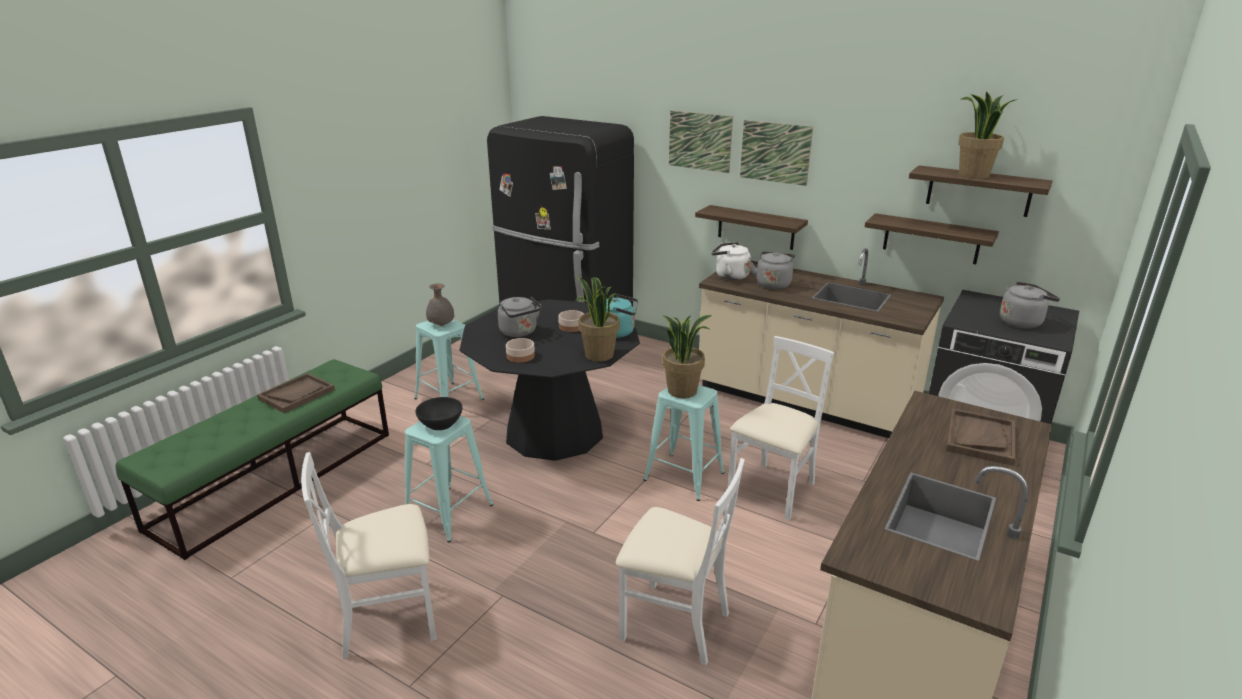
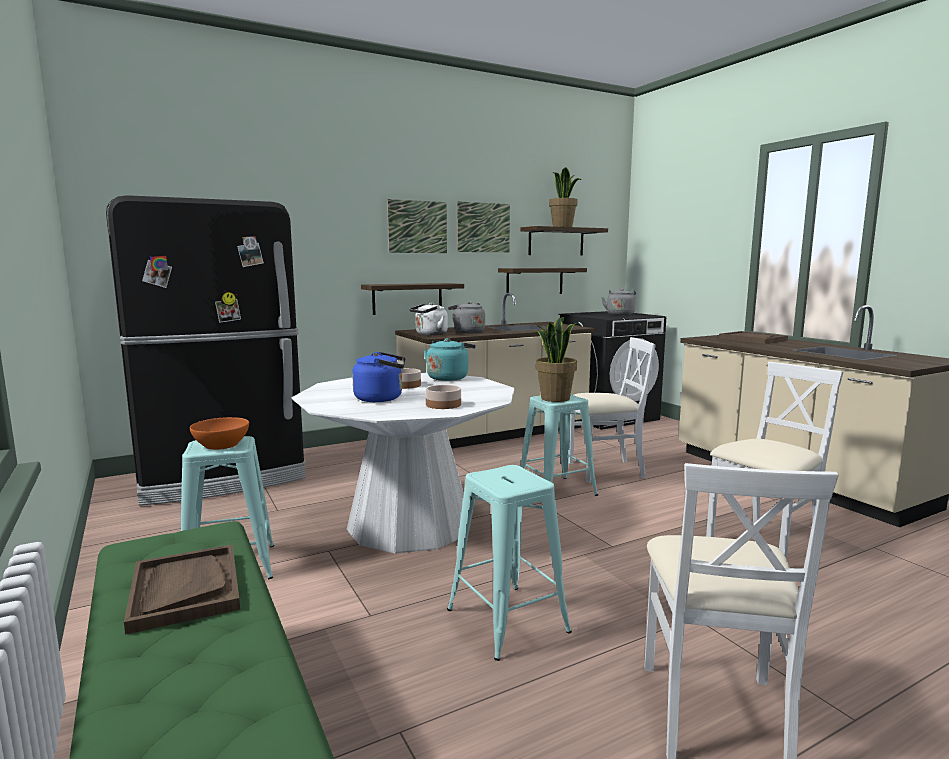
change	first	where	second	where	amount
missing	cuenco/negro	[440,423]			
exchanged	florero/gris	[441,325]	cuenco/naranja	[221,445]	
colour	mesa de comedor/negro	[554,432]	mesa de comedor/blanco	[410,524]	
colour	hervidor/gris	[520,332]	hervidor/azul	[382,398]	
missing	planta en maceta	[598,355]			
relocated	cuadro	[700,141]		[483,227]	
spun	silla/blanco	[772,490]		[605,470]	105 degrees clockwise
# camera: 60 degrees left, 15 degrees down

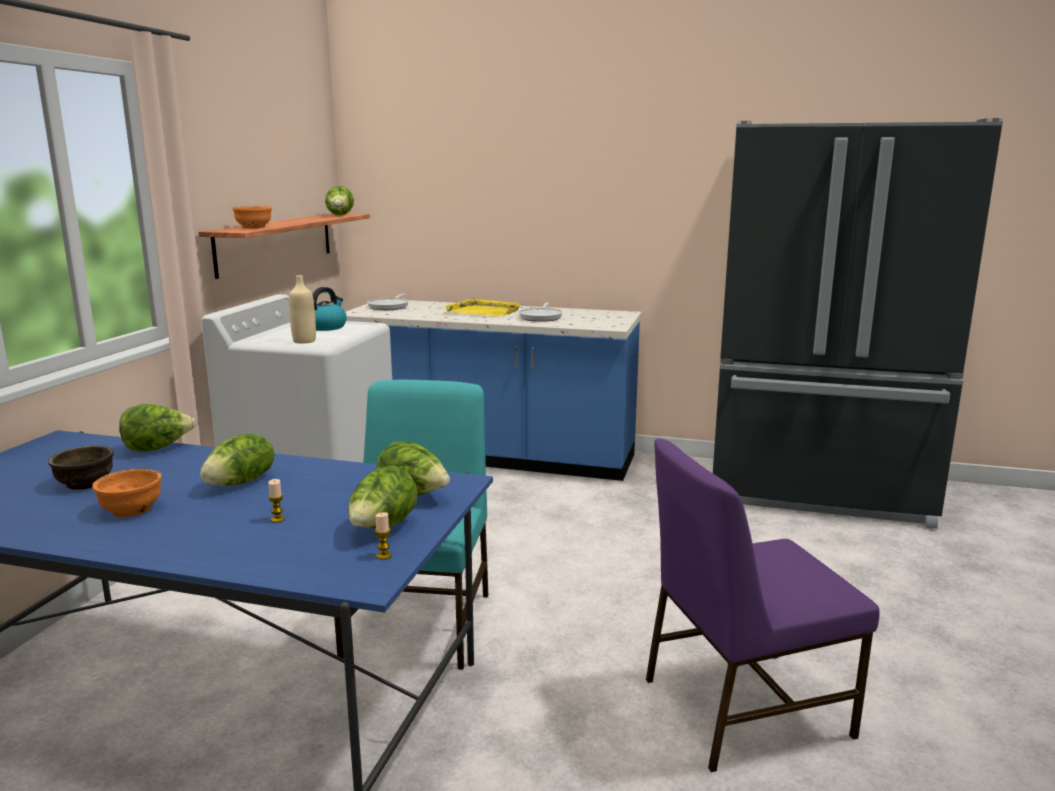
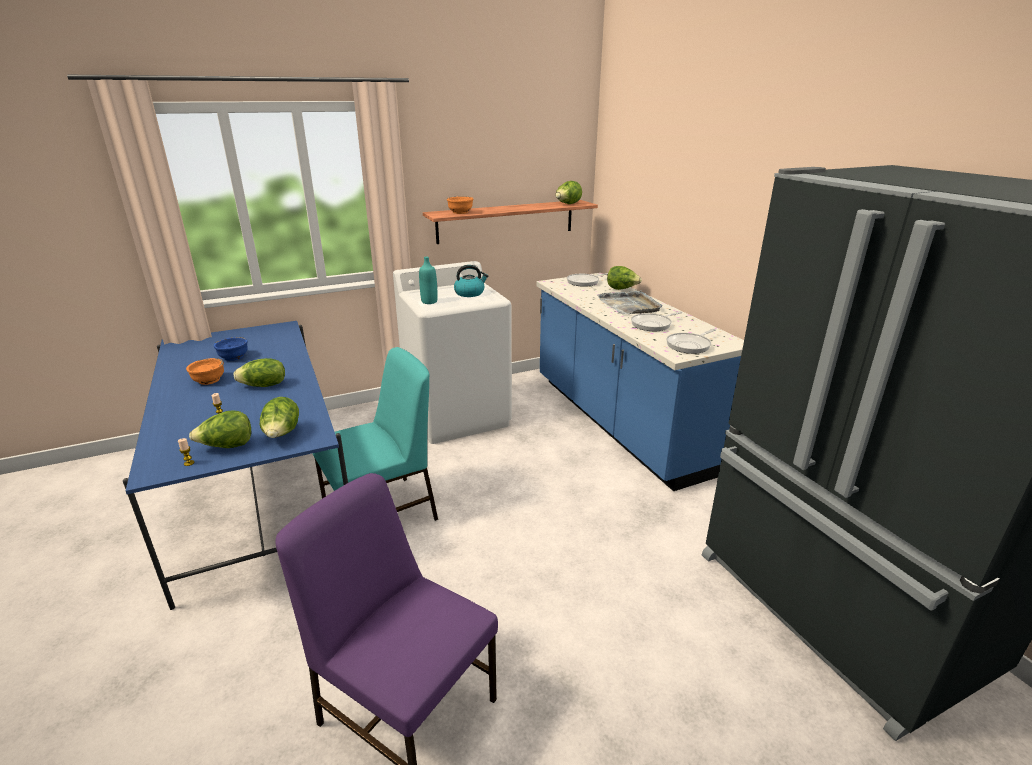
change	first	where	second	where	amount
colour	cuenco/marrón	[86,483]	cuenco/azul	[234,357]	
relocated	lechuga	[157,448]		[622,289]	
colour	botella/beis	[304,341]	botella/turquesa	[429,302]	
colour	bandeja/amarillo	[483,311]	bandeja/gris	[629,305]	
appeared			sartén	[690,345]	
# camera: 50 degrees right, 10 degrees up

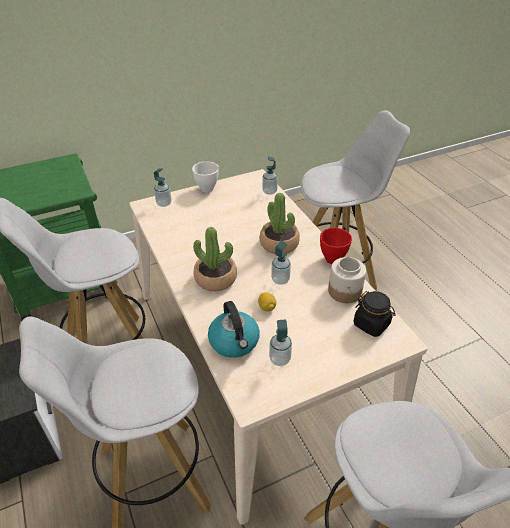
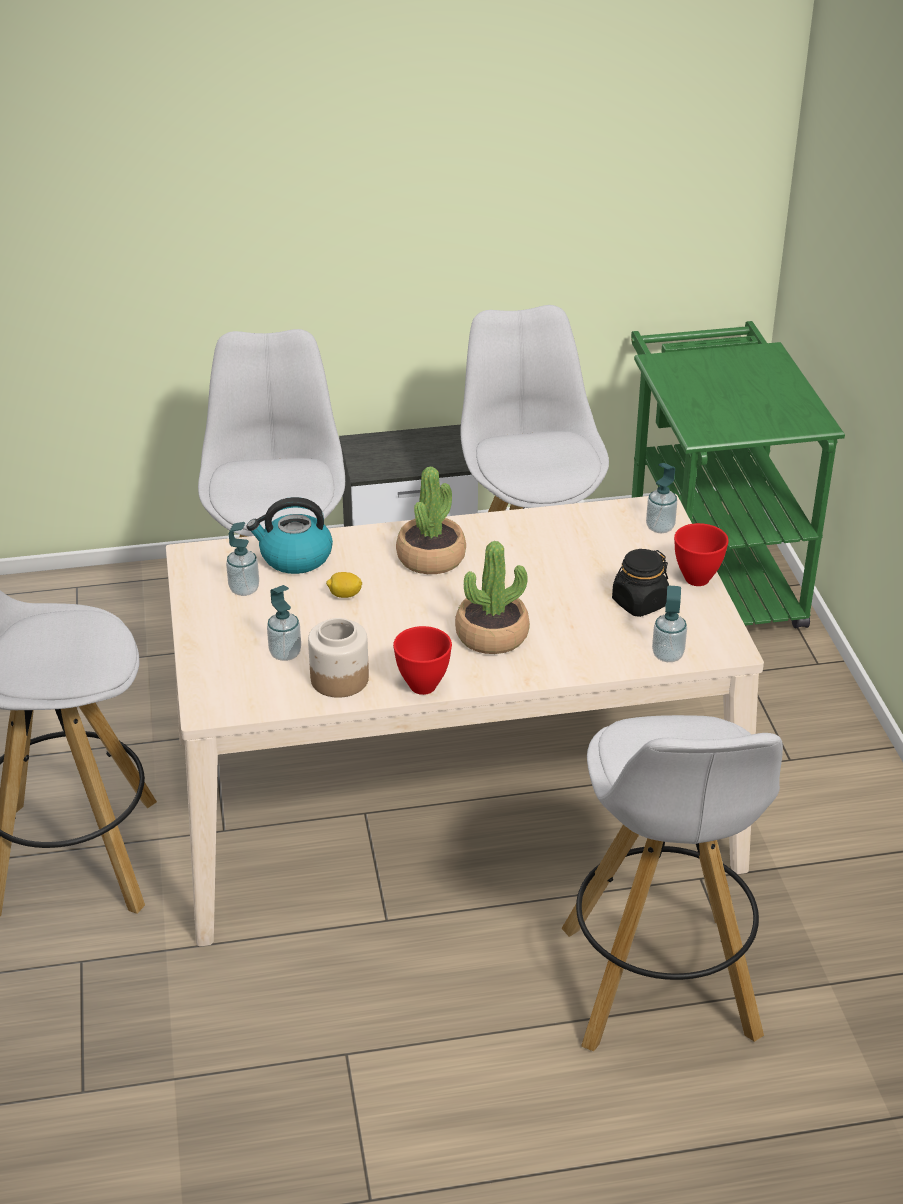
change	first	where	second	where	amount
colour	cuenco/blanco	[207,189]	cuenco/rojo	[697,580]	
relocated	dispensador de jabón	[280,280]		[285,653]	
relocated	tarro/negro	[371,324]		[639,603]	
# camera: 105 degrees right, 5 degrees down

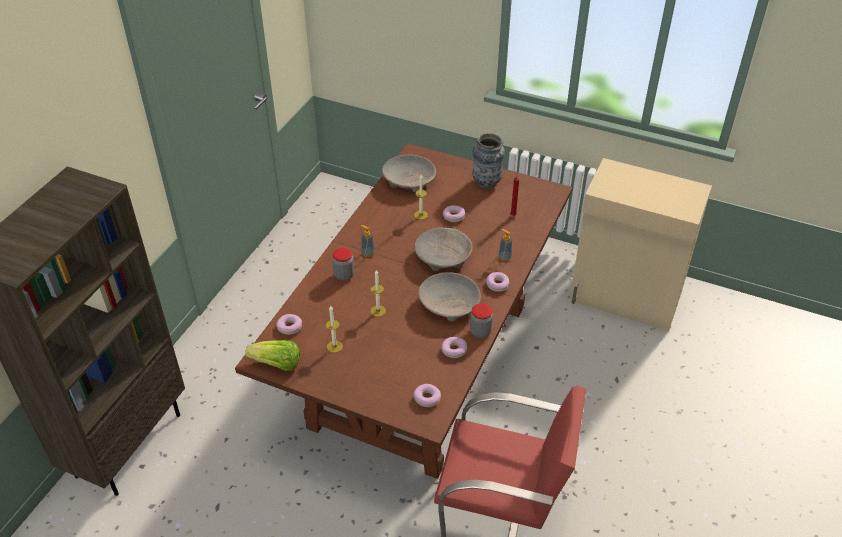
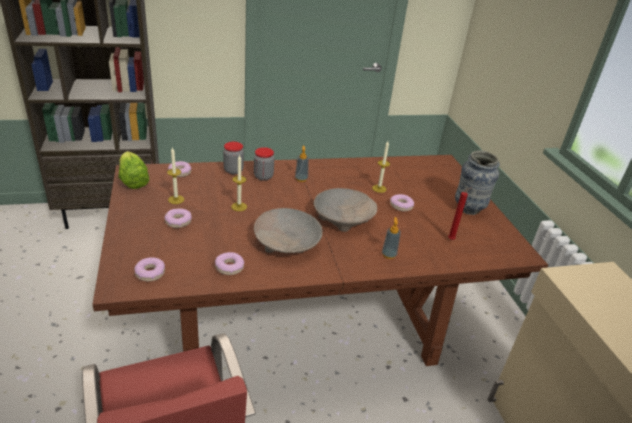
change	first	where	second	where	amount
missing	cuenco/beis	[408,180]			
relocated	tarro	[480,331]		[233,170]	
relocated	rosquilla	[497,284]		[178,221]	
# camera: 50 degrees right, 10 degrees down

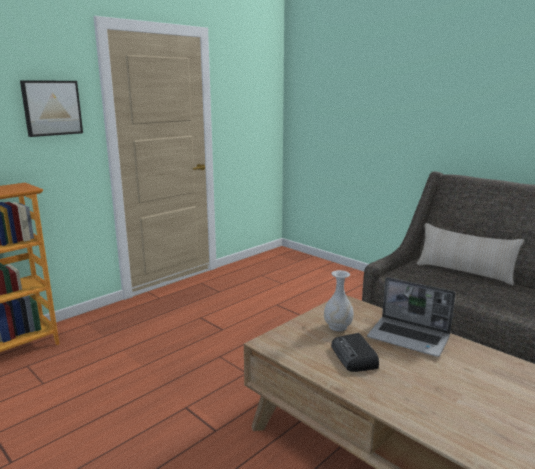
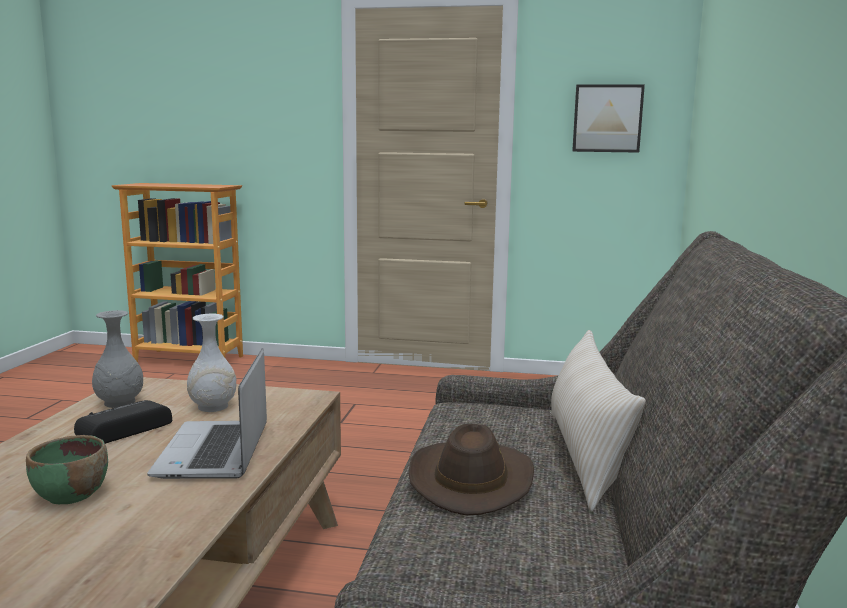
change	first	where	second	where	amount
relocated	cuadro	[51,108]		[607,118]	
appeared			cuenco/verde	[71,495]	
appeared			florero/gris	[119,403]	
appeared			sombrero/marrón	[470,479]	
# camera: 55 degrees right, 5 degrees down

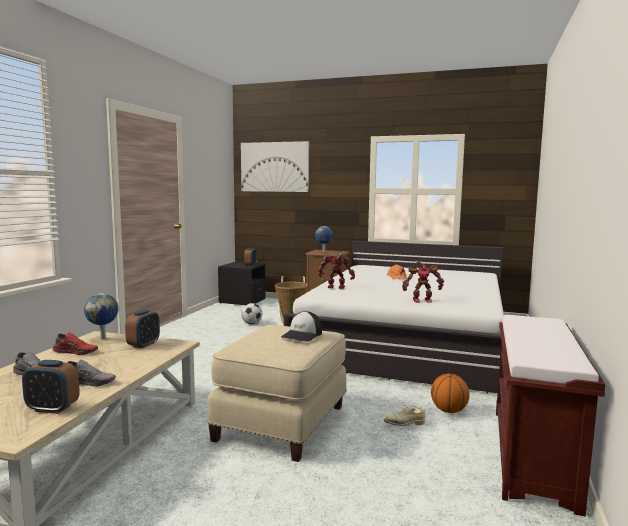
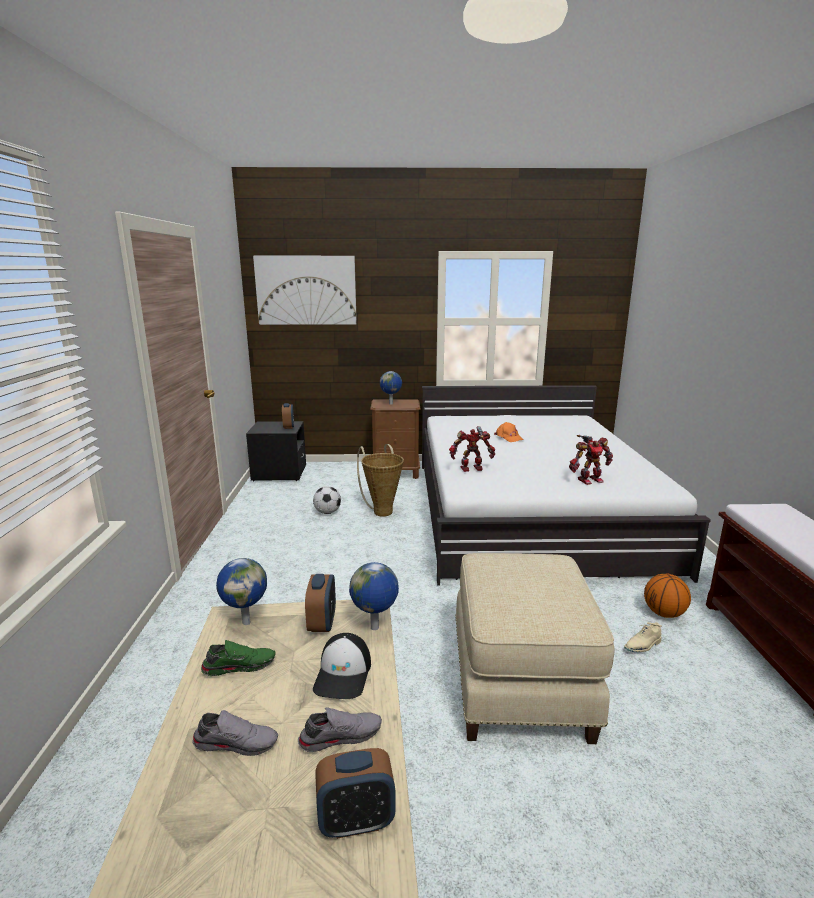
change	first	where	second	where	amount
colour	zapato/rojo	[76,352]	zapato/verde	[239,665]	
relocated	gorra	[302,335]		[343,674]	
appeared			globo terráqueo	[375,628]	
# camera: 20 degrees left, 10 degrees up

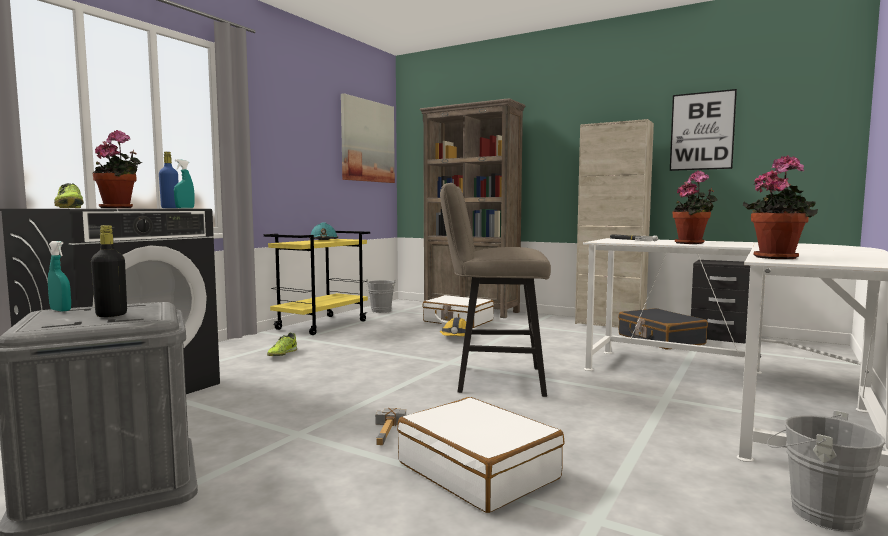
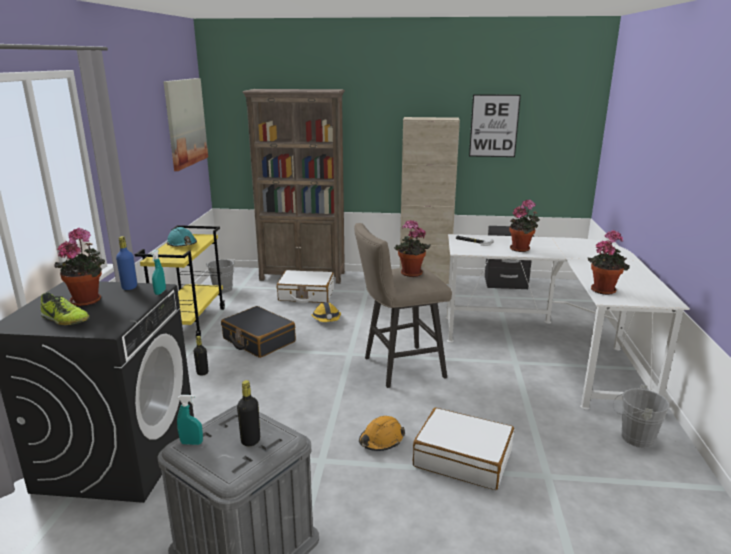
change	first	where	second	where	amount
exchanged	zapato	[282,354]	botella/negro	[202,373]	
exchanged	martillo	[391,432]	casco/naranja	[381,440]	
relocated	maleta/negro	[660,339]		[258,340]	
appeared			planta en maceta	[410,274]	
# camera: 25 degrees left, 15 degrees up

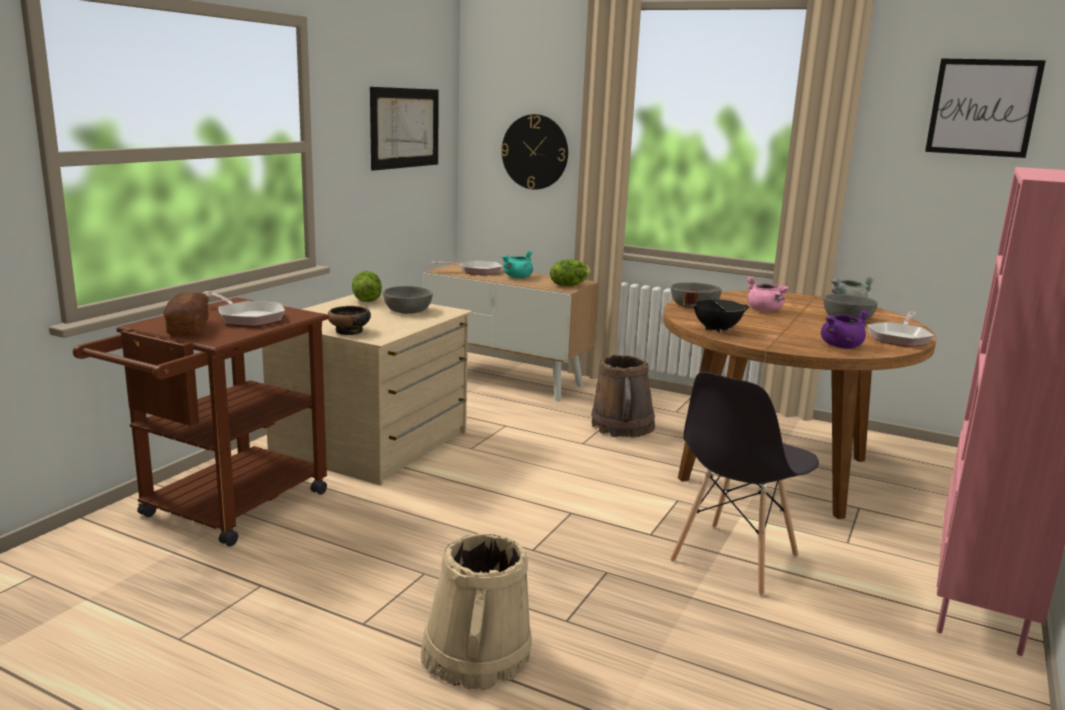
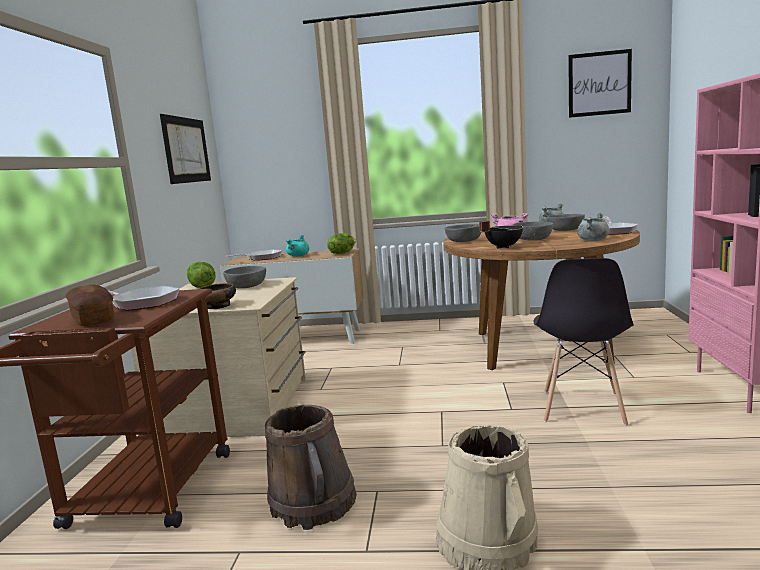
change	first	where	second	where	amount
missing	reloj de pared	[535,152]			
relocated	cubo/marrón	[622,426]		[313,503]	
colour	olla/morado	[841,346]	olla/gris	[593,240]	
appeared			cuenco/gris	[533,239]	
# camera: 20 degrees left, 5 degrees down

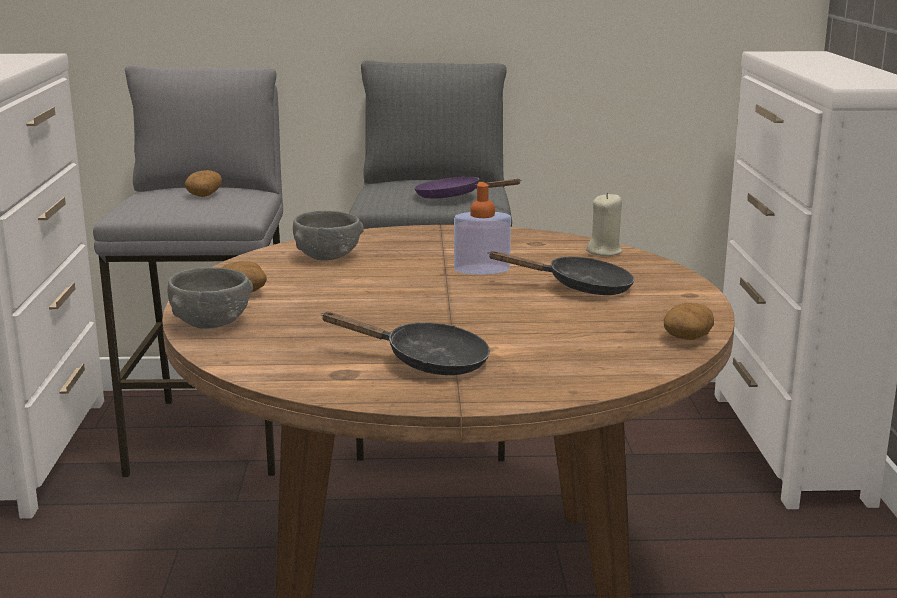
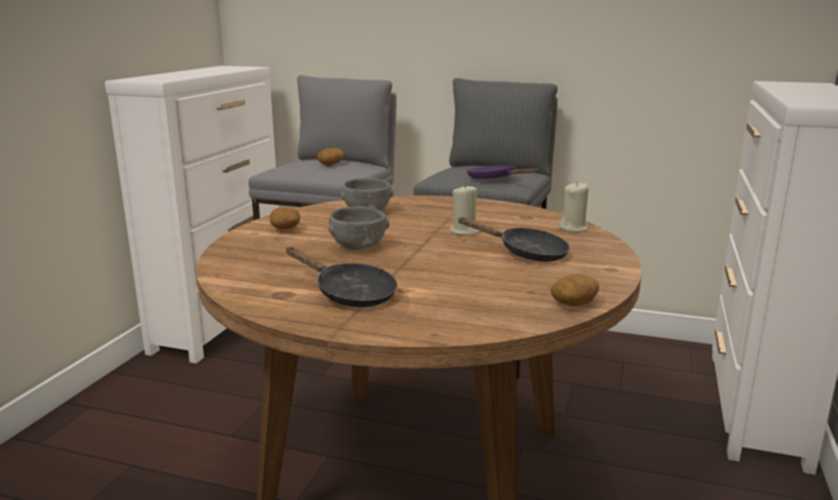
change	first	where	second	where	amount
relocated	cuenco/gris	[211,323]		[358,246]	
exchanged	dispensador de jabón	[482,270]	vela/beis	[465,231]	
# camera: 20 degrees right, 0 degrees up

